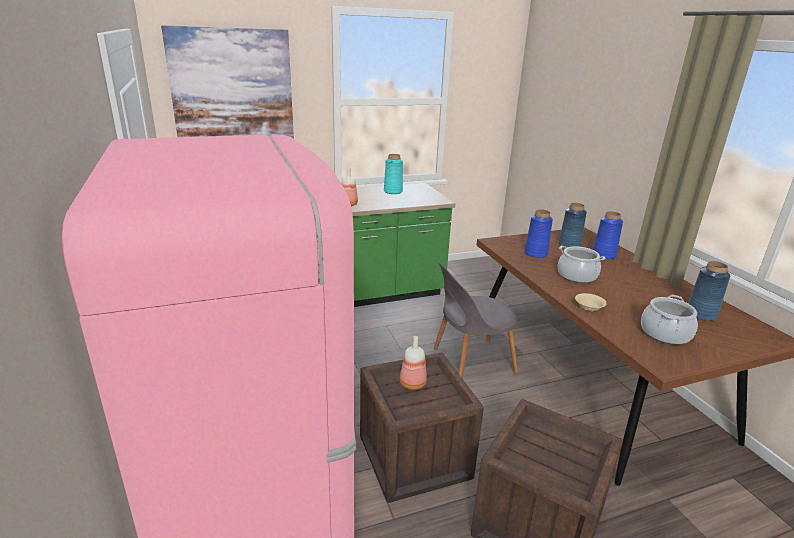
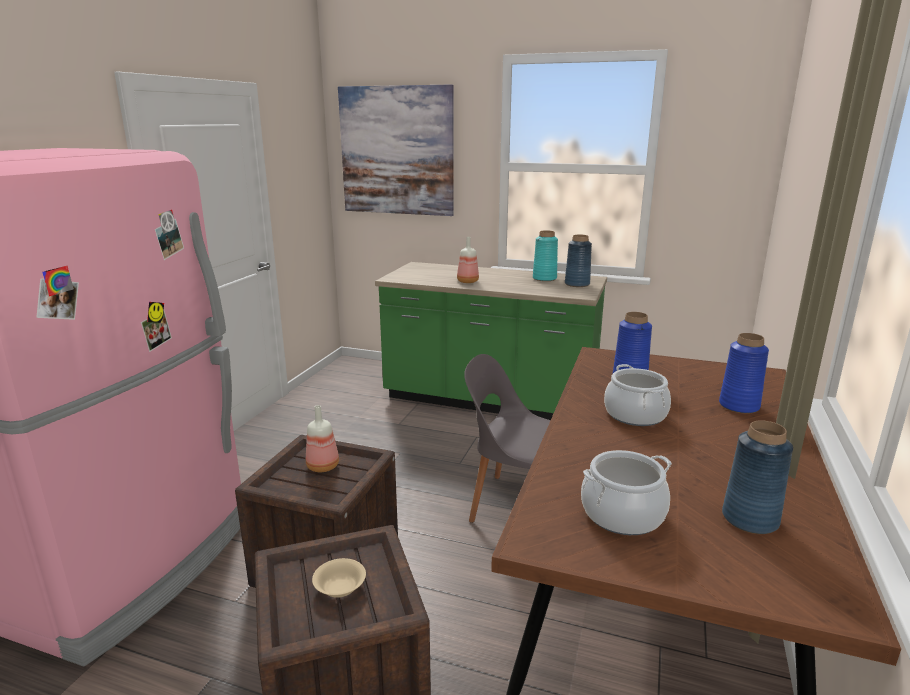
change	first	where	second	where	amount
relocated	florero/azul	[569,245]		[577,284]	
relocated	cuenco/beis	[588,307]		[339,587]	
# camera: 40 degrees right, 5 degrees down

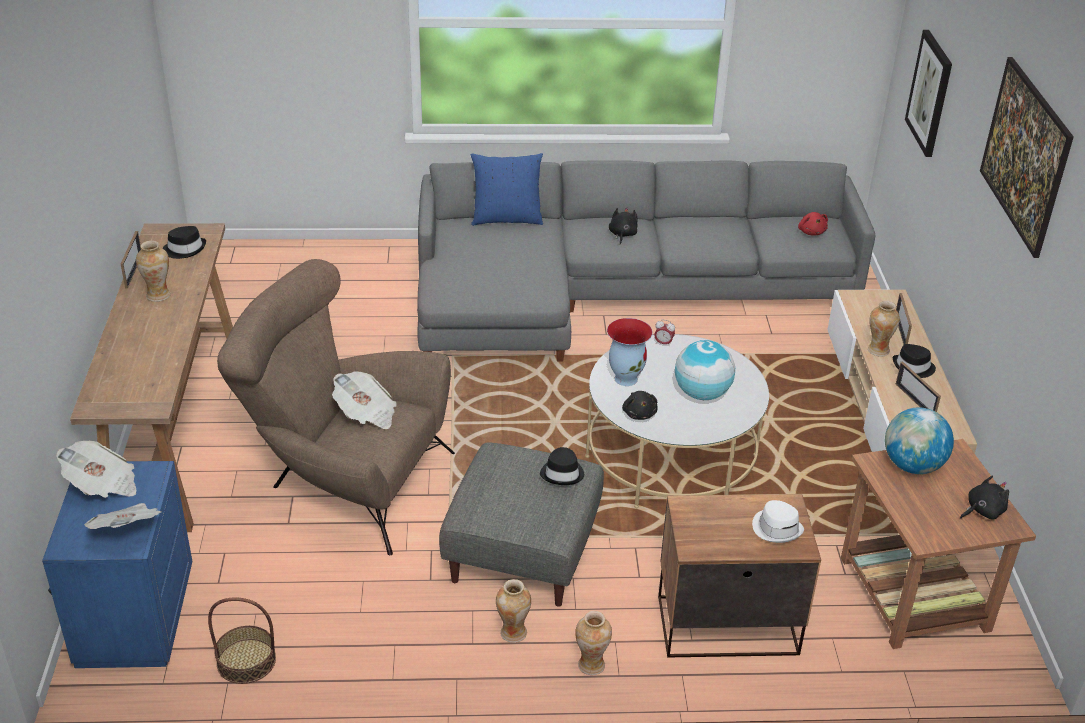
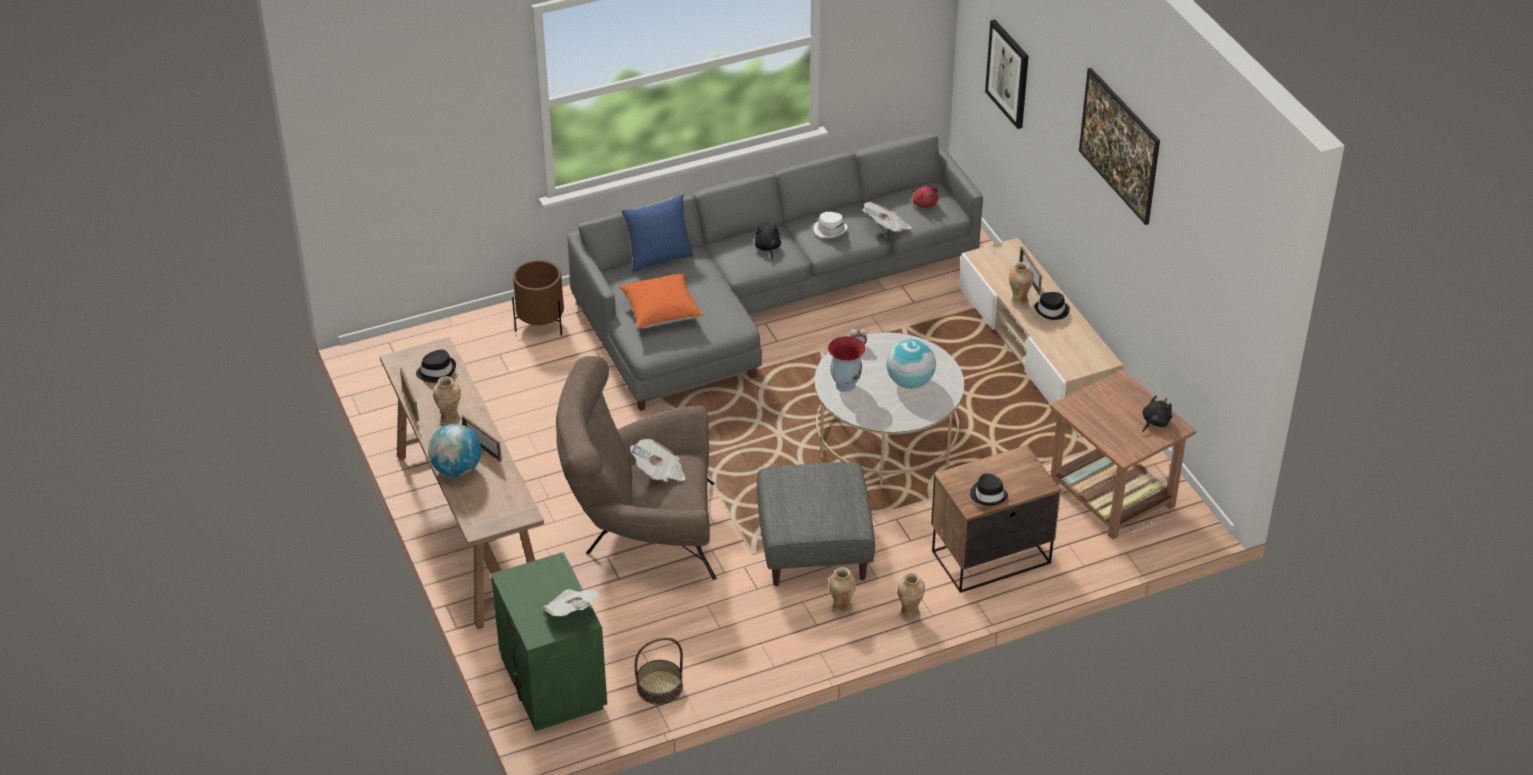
change	first	where	second	where	amount
colour	mesita de noche/azul	[133,617]	mesita de noche/verde	[551,683]	
relocated	periódico	[102,485]		[886,228]	
relocated	sombrero/negro	[562,473]		[988,495]	
missing	peluche/negro	[639,413]			
relocated	sombrero/blanco	[777,528]		[830,230]	
relocated	globo terráqueo	[912,466]		[457,469]	
relocated	portarretratos	[914,401]		[482,448]	
appeared			maceta/marrón	[541,324]	
appeared			cojín/naranja	[661,312]	
# camera: 20 degrees left, 5 degrees up

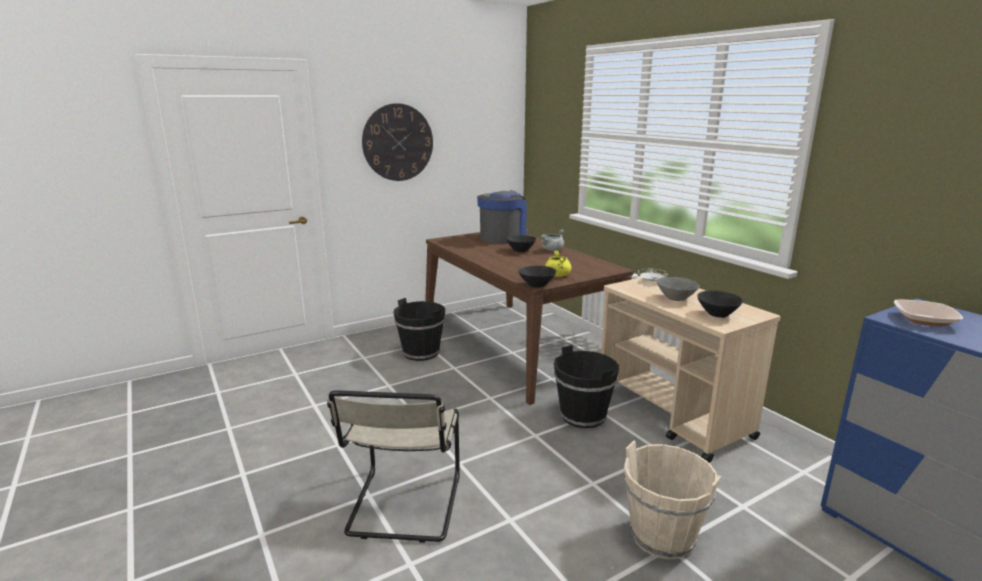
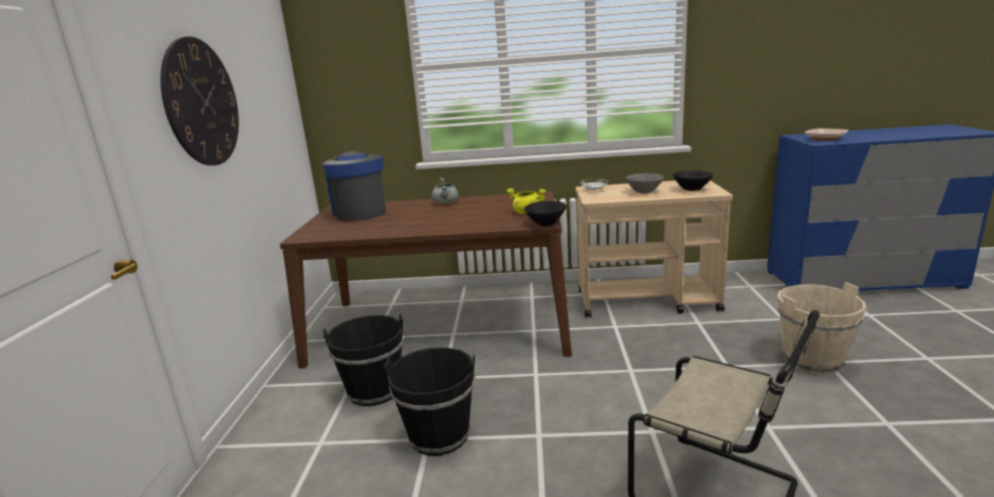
change	first	where	second	where	amount
missing	cuenco/negro	[520,250]			
relocated	cubo/negro	[583,416]		[439,435]	
# camera: 55 degrees left, 0 degrees up

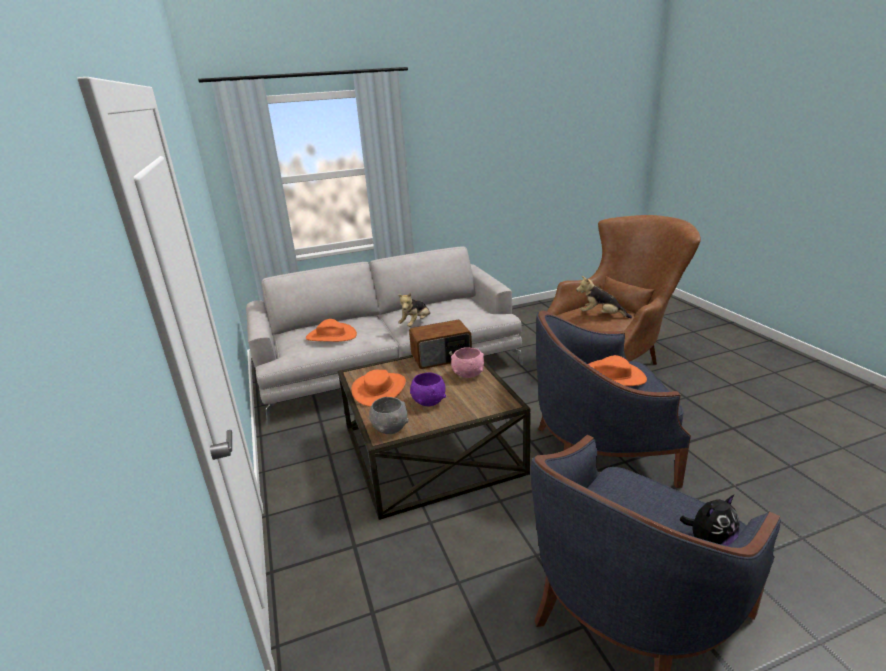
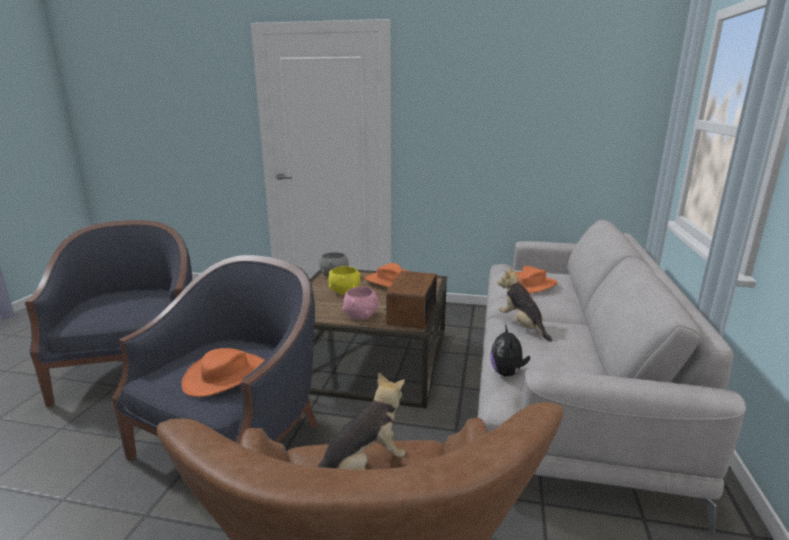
change	first	where	second	where	amount
colour	cuenco/morado	[428,402]	cuenco/amarillo	[344,291]	
relocated	peluche	[709,543]		[507,373]	
# camera: 120 degrees right, 5 degrees down

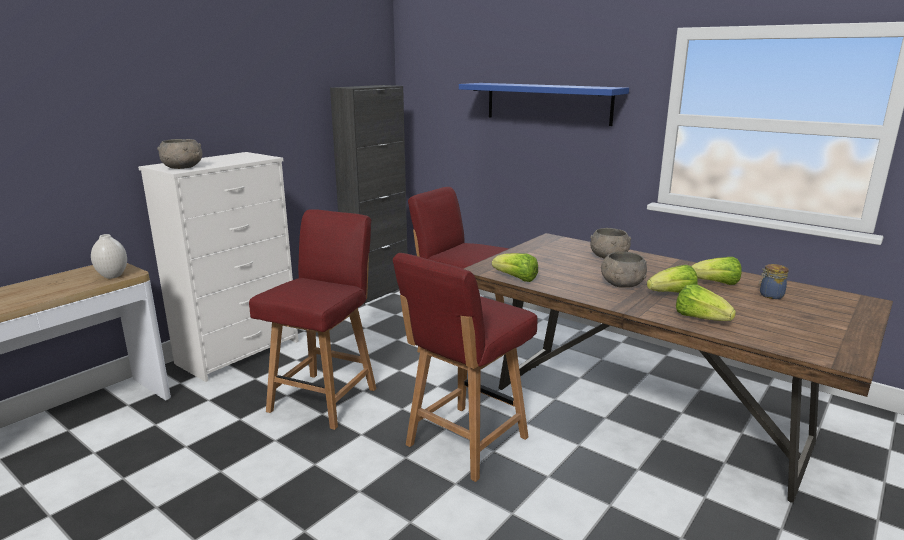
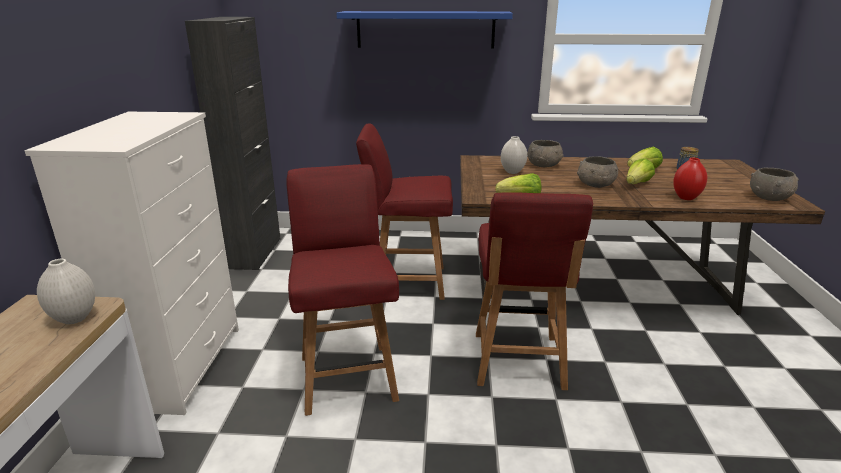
change	first	where	second	where	amount
relocated	cuenco/gris	[183,167]		[769,198]	
exchanged	lechuga	[700,318]	florero/rojo	[685,198]	
appeared			florero/blanco	[512,172]	
# camera: 35 degrees left, 5 degrees up

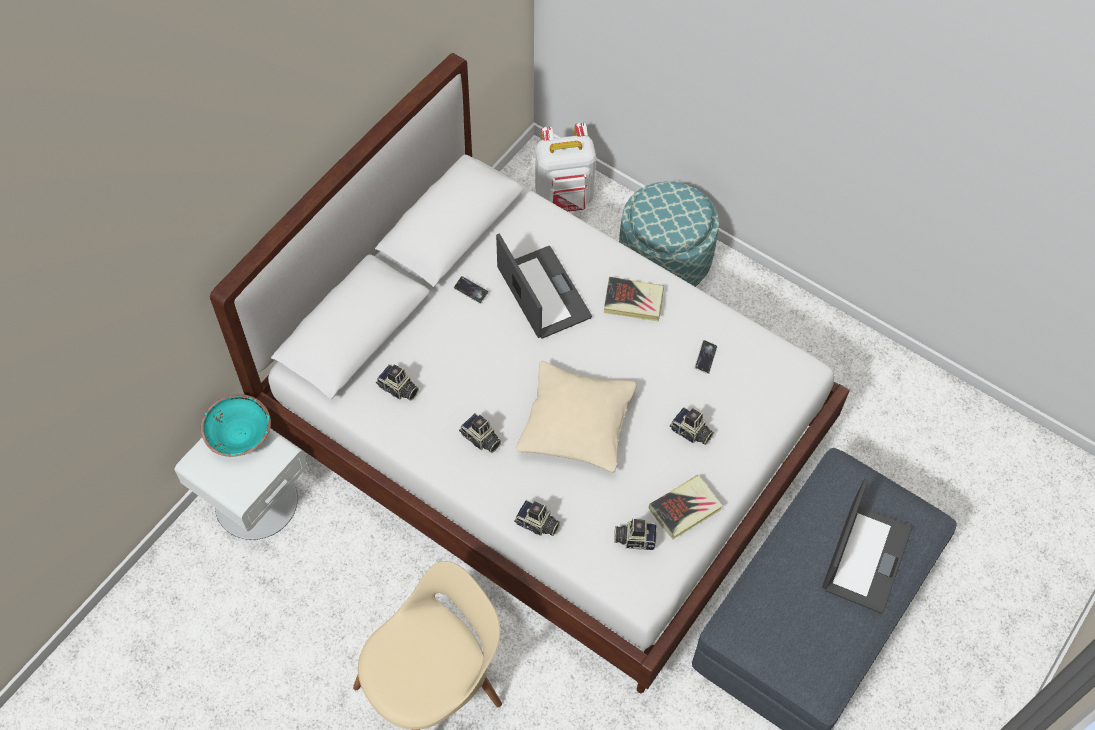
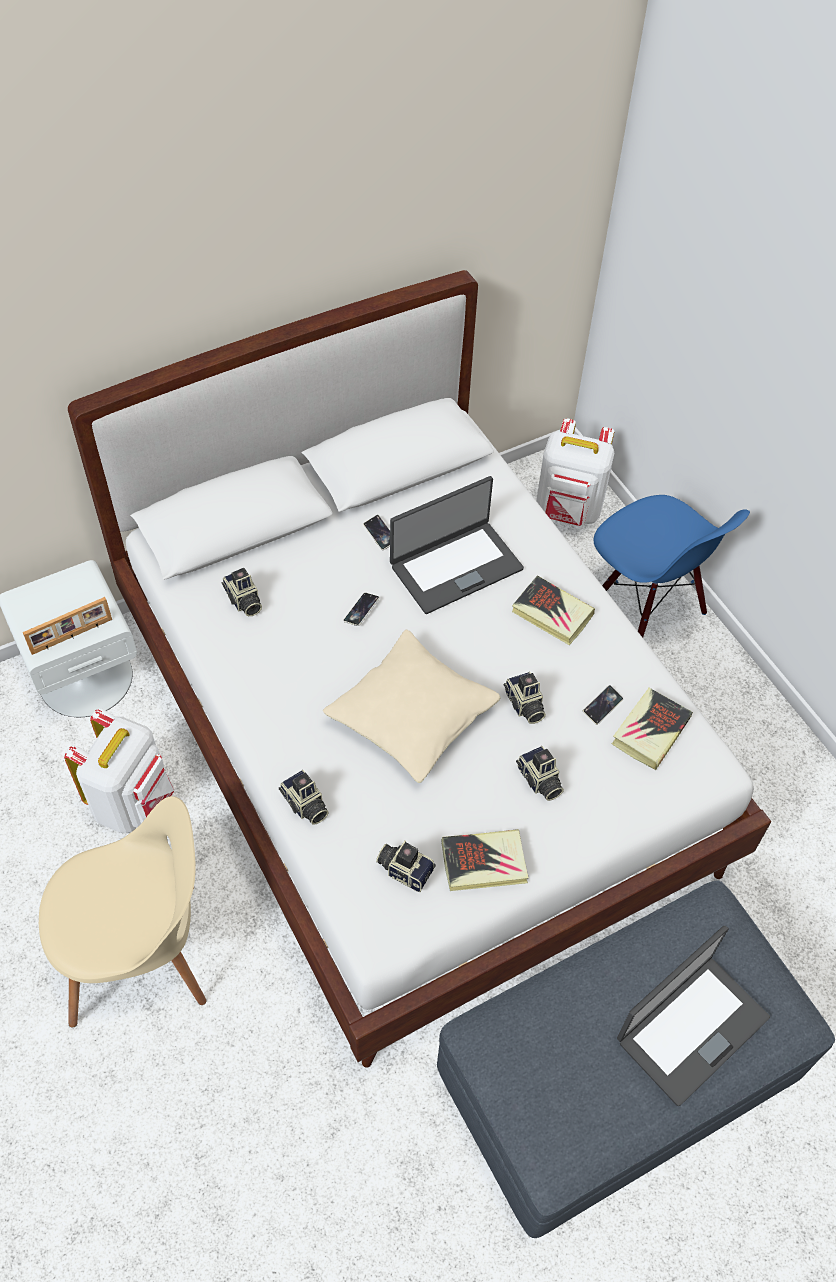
change	first	where	second	where	amount
missing	cuenco/turquesa	[239,434]			
relocated	cámara	[481,439]		[524,705]	
spun	portátil	[542,293]		[455,566]	60 degrees clockwise
exchanged	puf	[664,261]	silla/azul	[643,613]	
appeared			portarretratos	[72,636]	
appeared			mochila/blanco	[133,802]	
appeared			móvil	[361,611]	
appeared			libro	[650,731]	
# camera: 25 degrees right, 5 degrees down

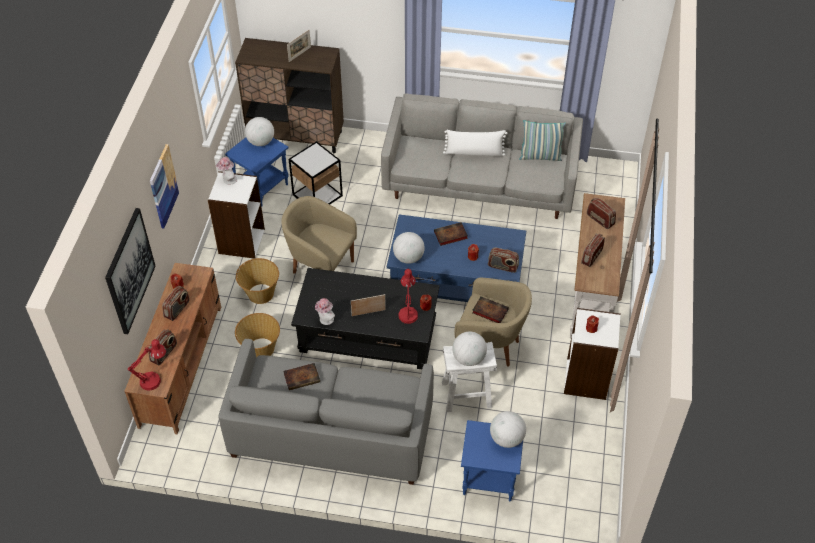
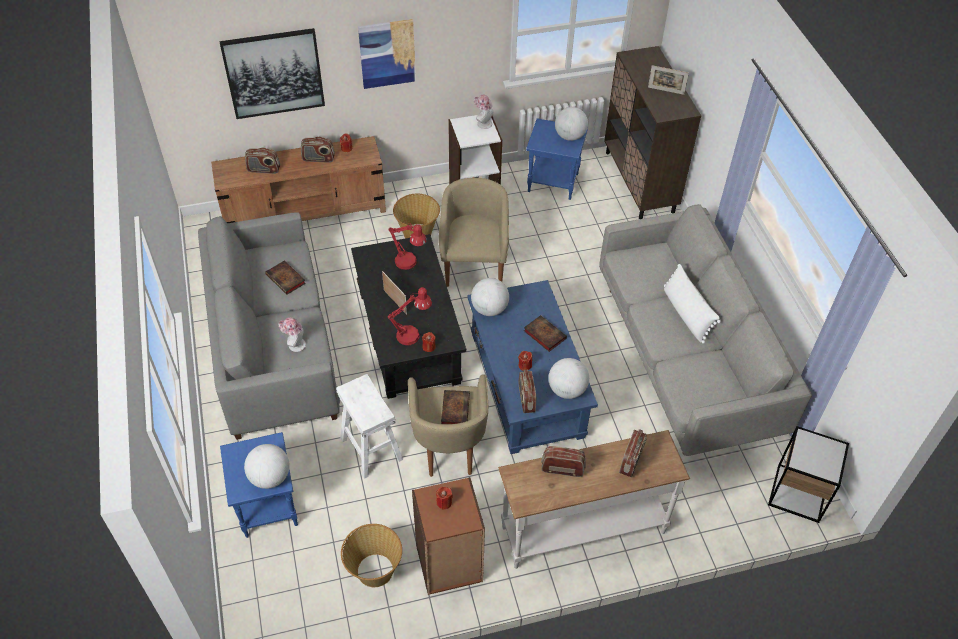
change	first	where	second	where	amount
relocated	lámpara de mesa/rojo	[154,379]		[409,263]	
relocated	cesta	[260,349]		[374,570]	
relocated	mesa auxiliar	[317,195]		[798,493]	
relocated	sombrero	[325,320]		[294,344]	
relocated	globo terráqueo	[468,358]		[567,390]	
missing	cojín	[540,156]			
colour	estantería/blanco	[586,379]	estantería/marrón	[449,564]	
# camera: 65 degrees right, 0 degrees up

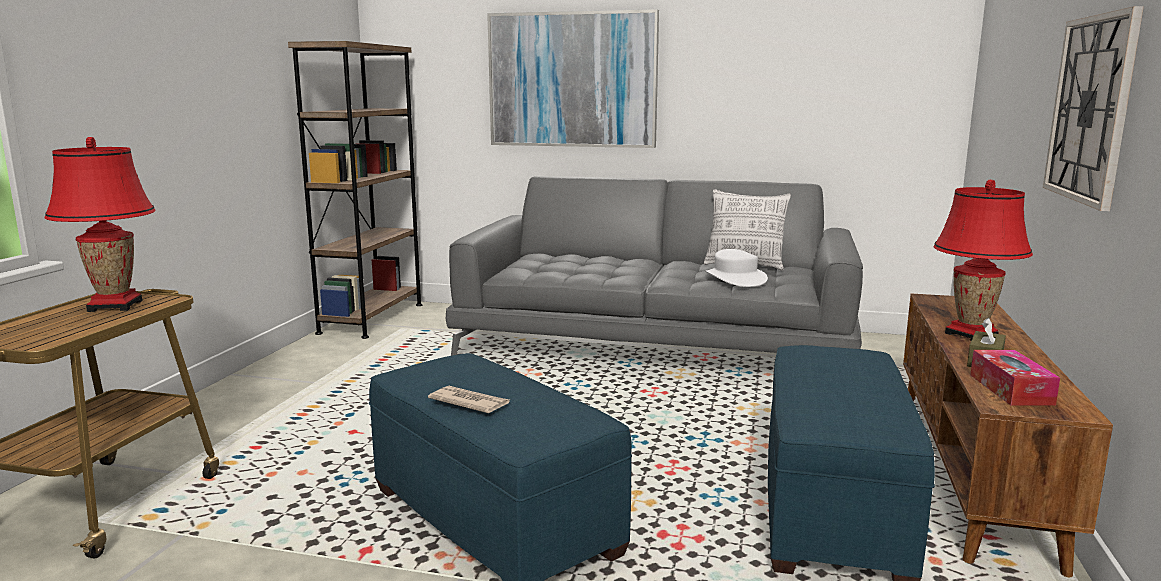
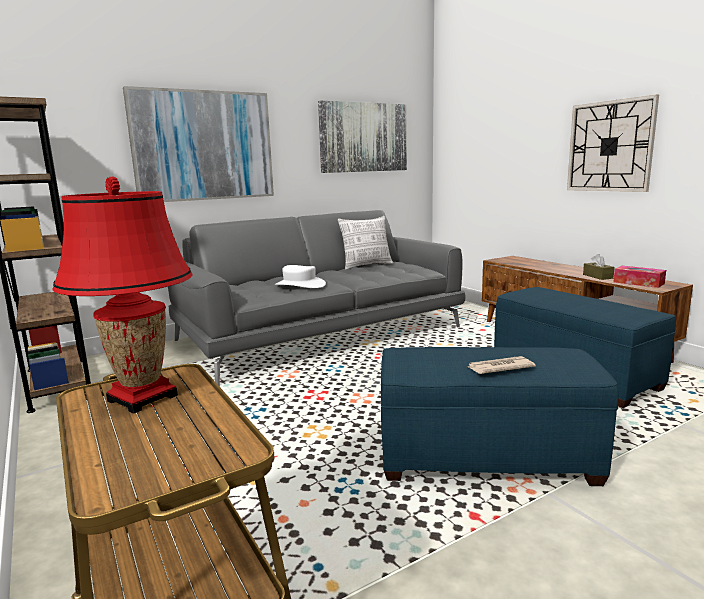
change	first	where	second	where	amount
relocated	sombrero/blanco	[735,278]		[300,285]	
missing	lámpara de mesa/rojo	[971,335]			
appeared			cuadro	[364,137]	
# camera: 45 degrees left, 0 degrees up

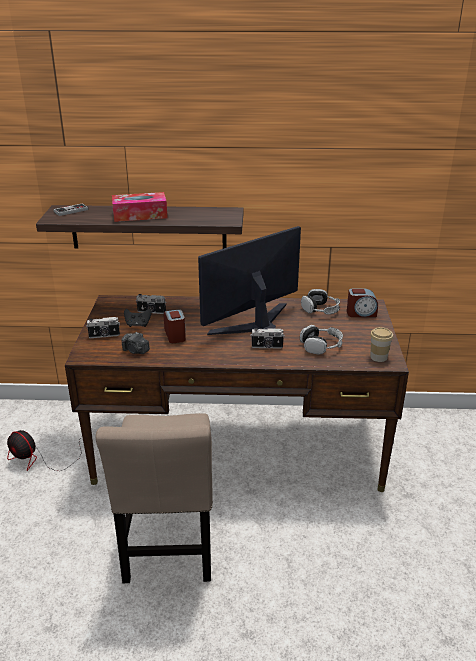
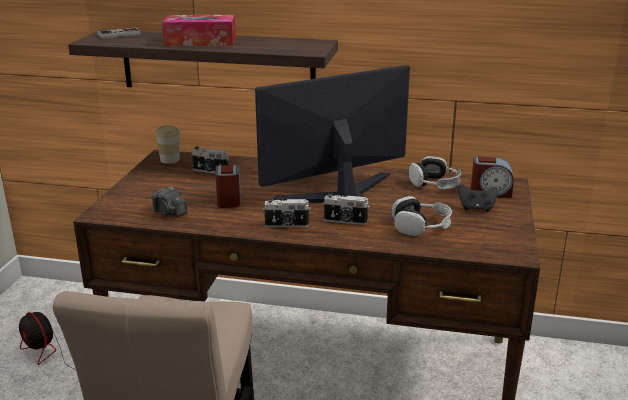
change	first	where	second	where	amount
relocated	cámara	[104,336]		[287,225]	
relocated	mando de consola/negro	[138,325]		[476,208]	
relocated	taza	[378,357]		[170,160]	
# camera: 10 degrees right, 5 degrees down

